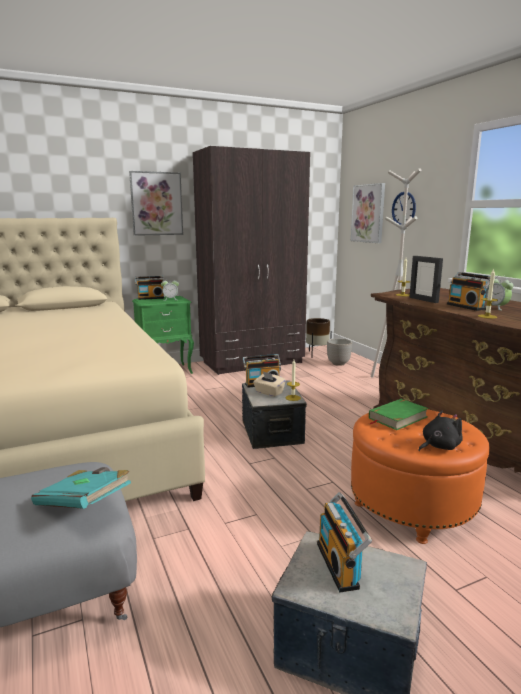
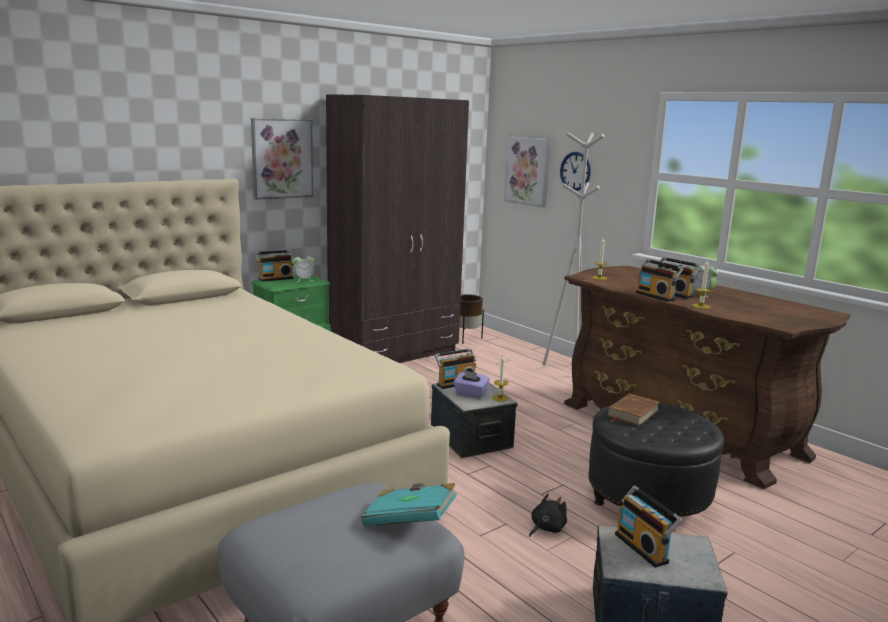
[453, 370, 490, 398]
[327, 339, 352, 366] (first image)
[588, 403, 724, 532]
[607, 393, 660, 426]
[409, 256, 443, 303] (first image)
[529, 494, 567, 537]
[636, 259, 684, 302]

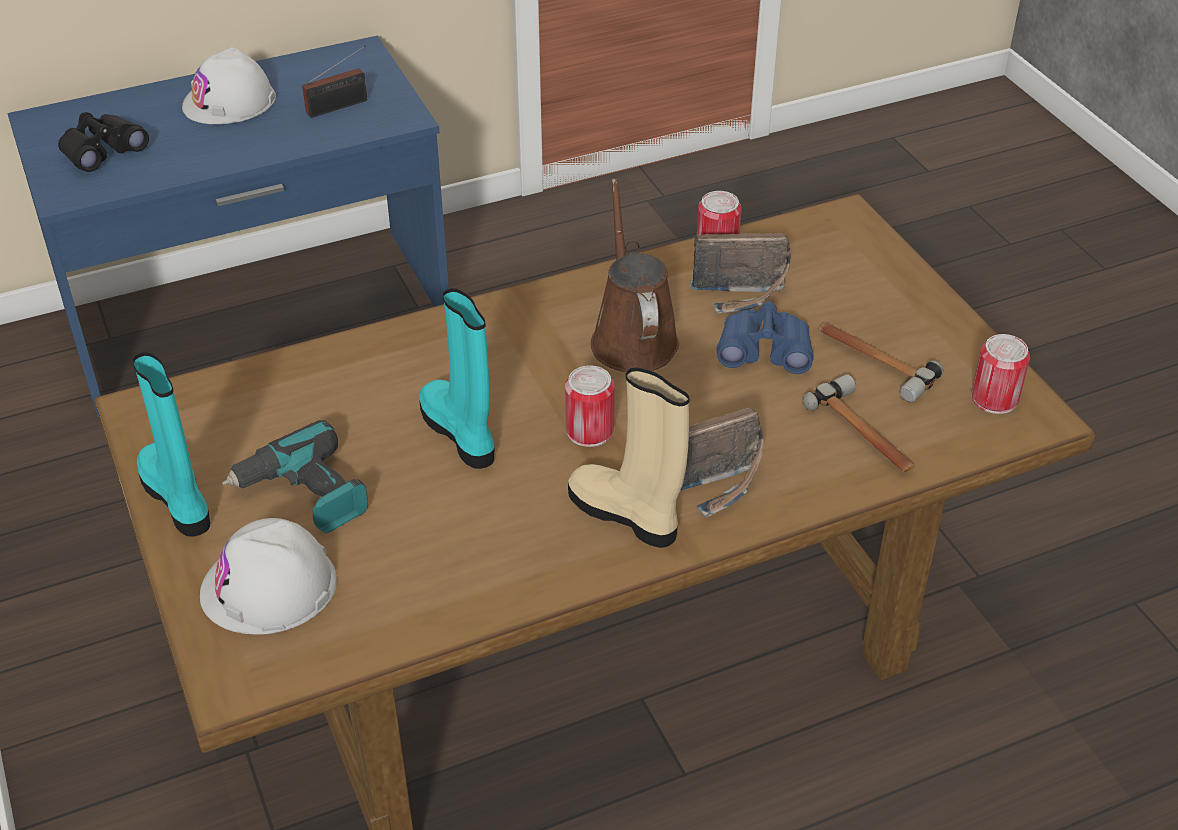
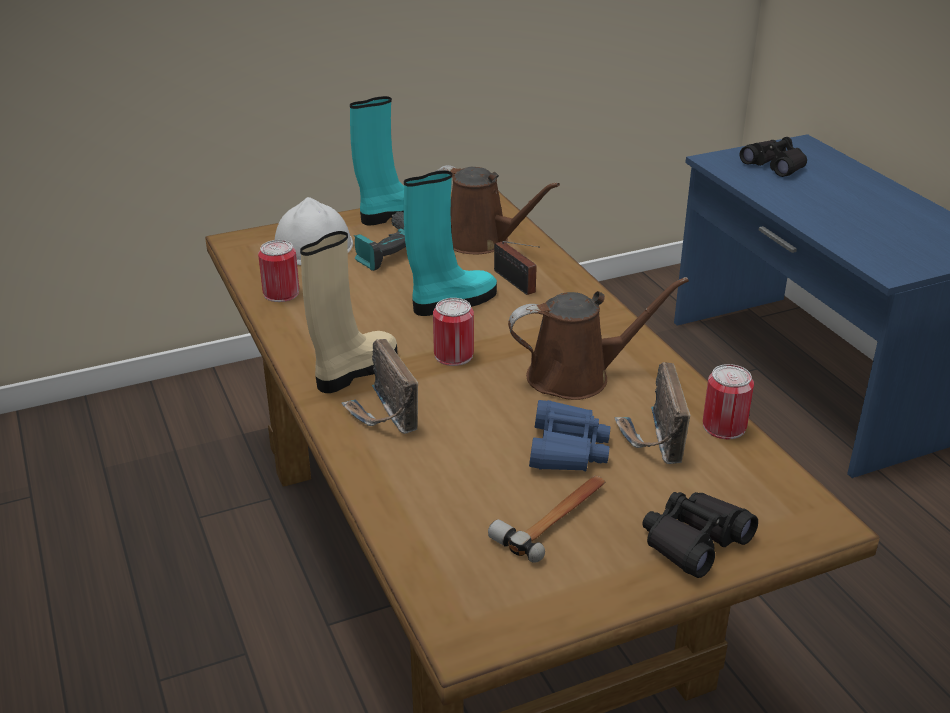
[182, 47, 276, 124] (first image)
[494, 241, 540, 295]
[802, 374, 915, 472] (first image)
[258, 240, 299, 302]
[434, 165, 560, 254]
[643, 492, 758, 578]

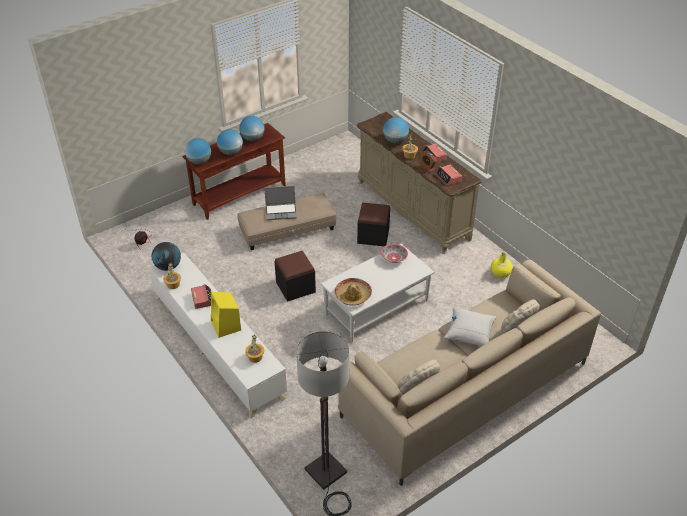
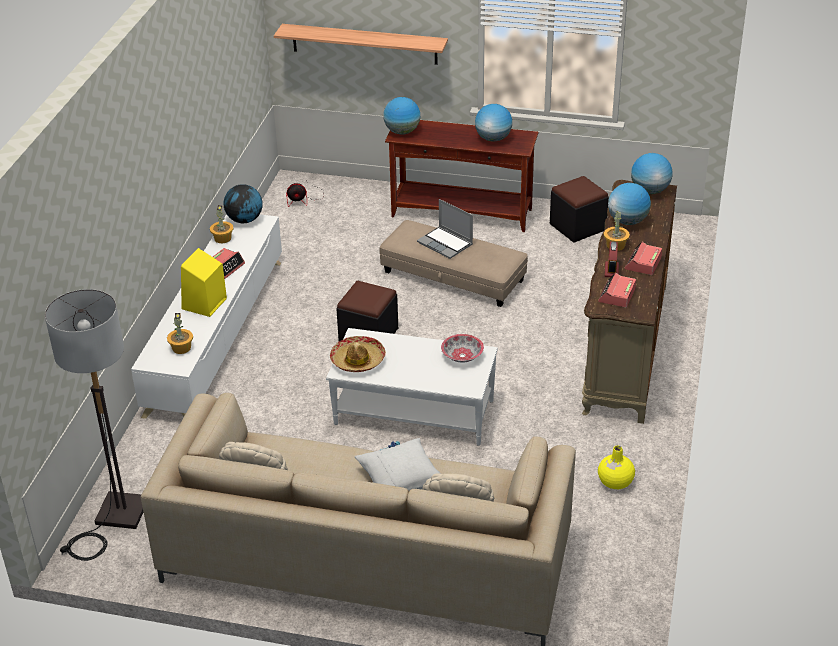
[631, 153, 673, 194]
[550, 176, 609, 243]
[274, 24, 448, 65]

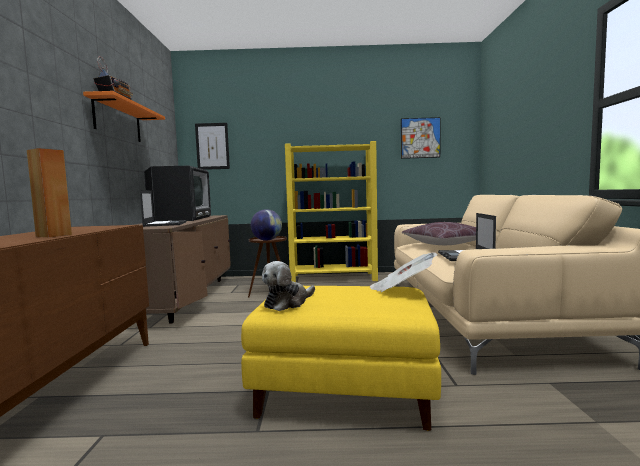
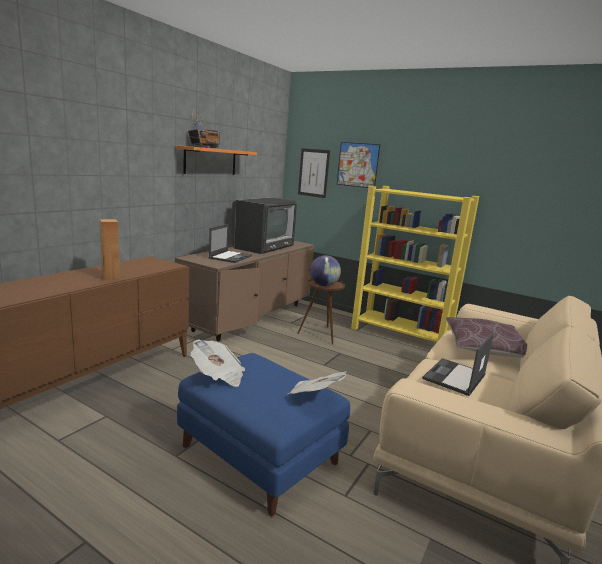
[177, 353, 350, 516]
[191, 339, 245, 387]
[337, 142, 380, 188]

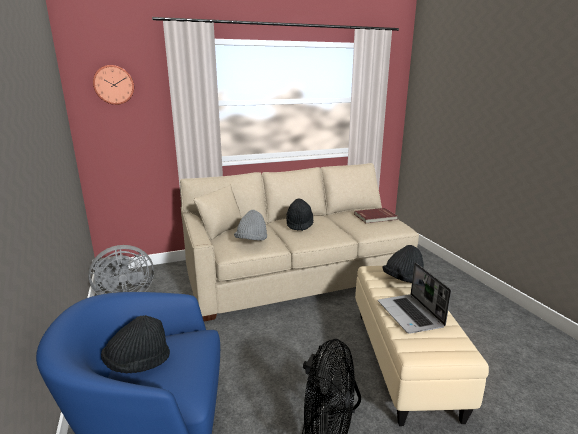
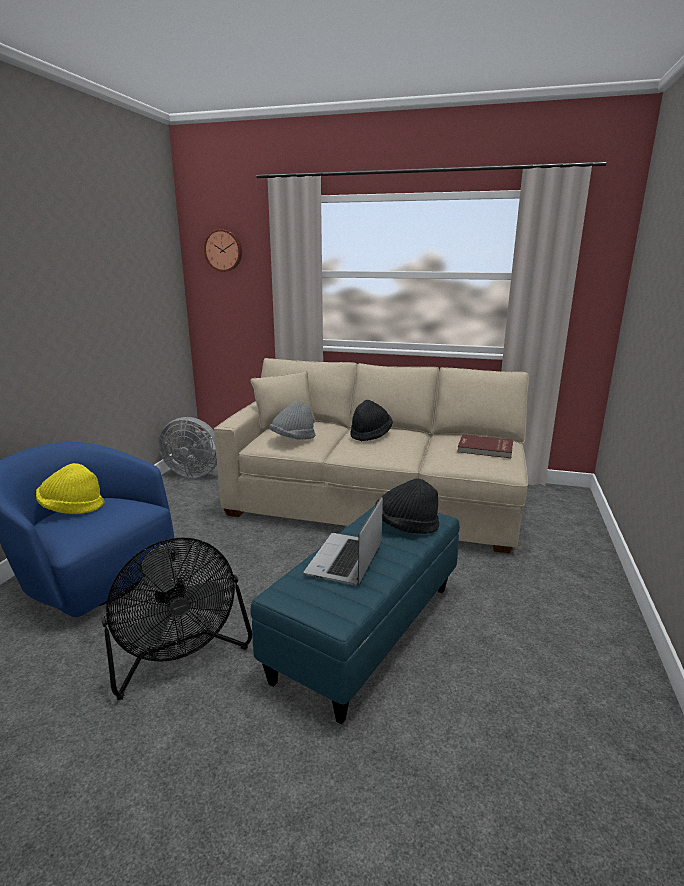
[36, 463, 105, 514]
[250, 506, 460, 725]

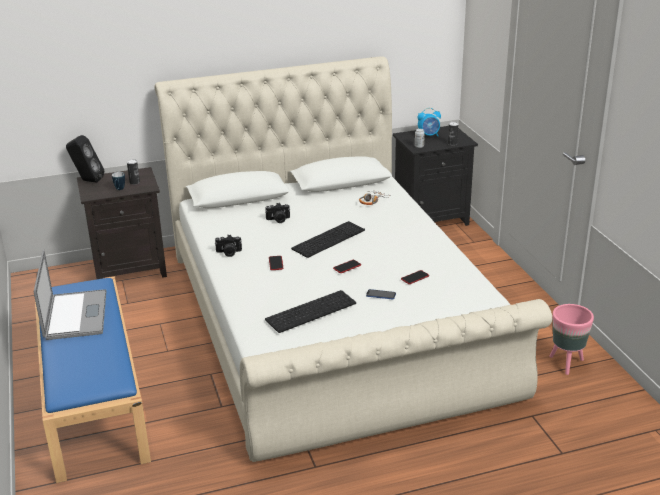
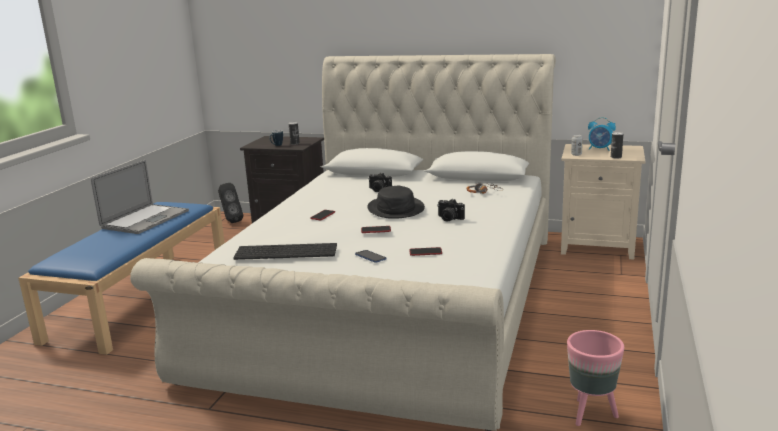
[218, 183, 243, 223]
[437, 199, 465, 222]
[367, 186, 425, 219]
[561, 144, 645, 260]

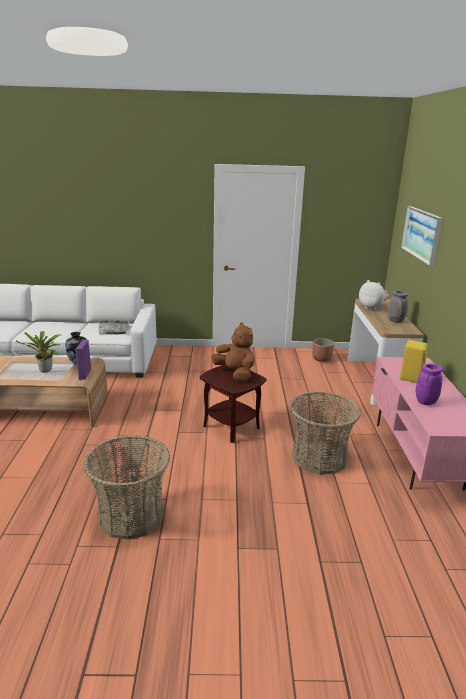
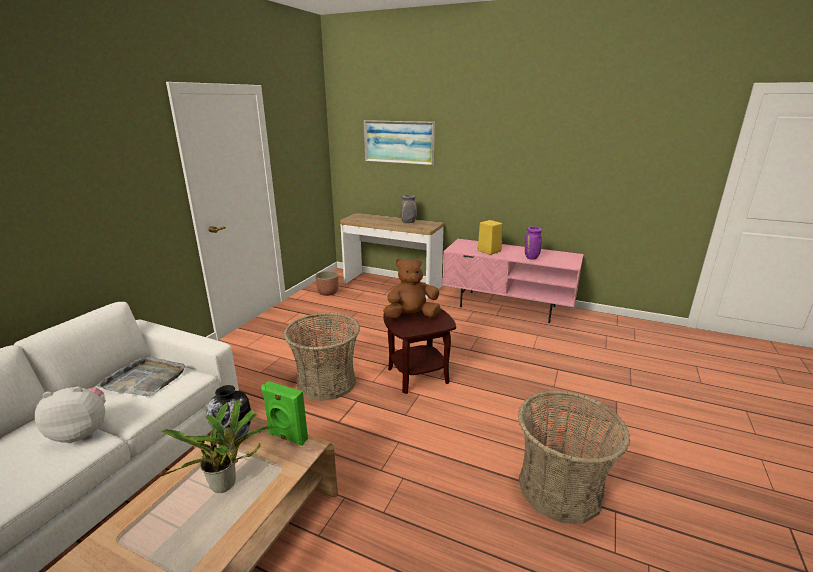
[261, 381, 308, 446]
[284, 312, 360, 401]
[35, 387, 106, 443]

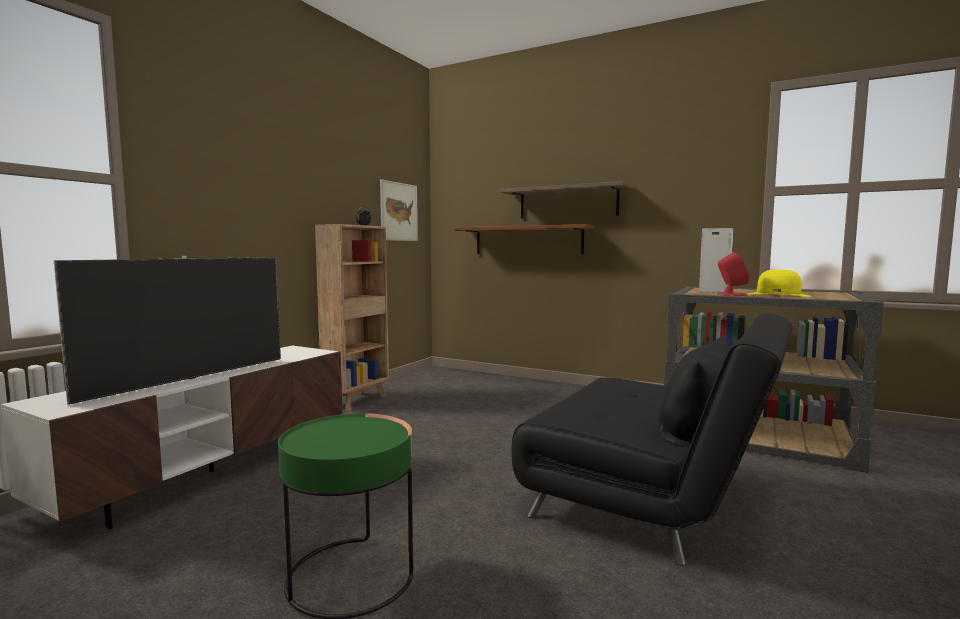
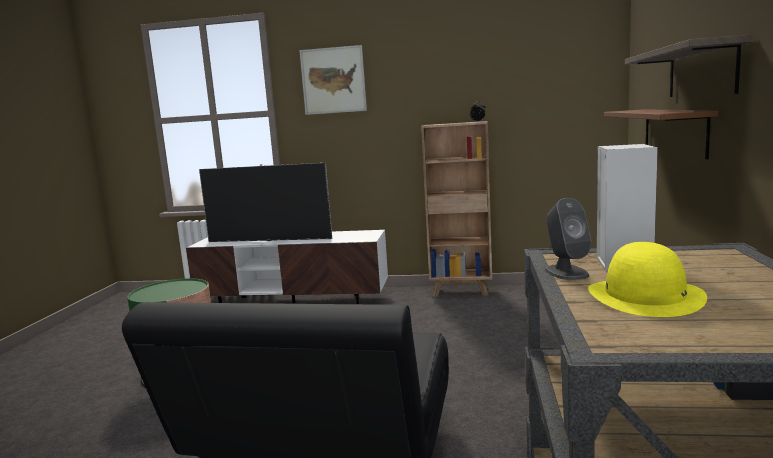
[299, 45, 367, 115]
[545, 198, 591, 280]

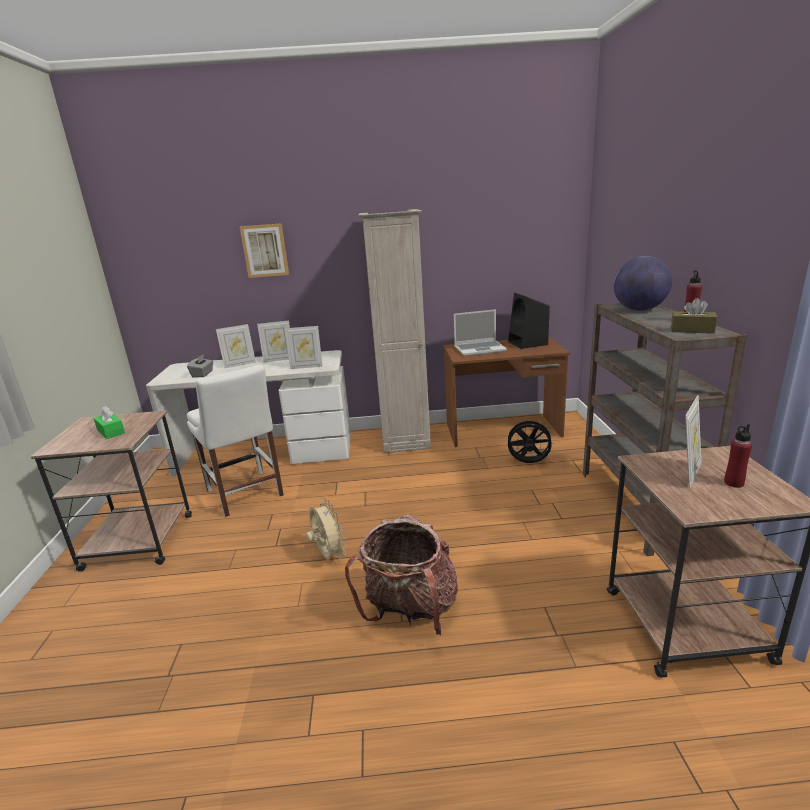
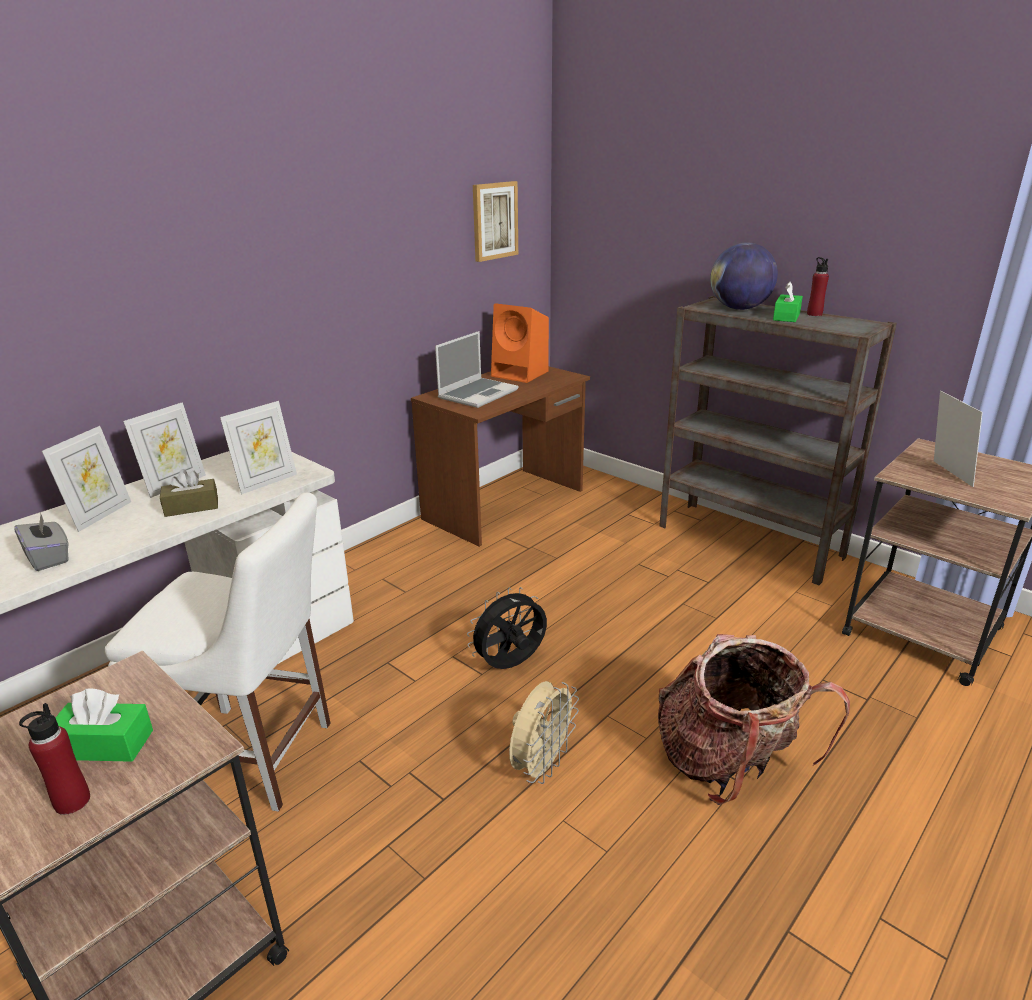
[473, 181, 518, 262]
[509, 681, 579, 784]
[359, 209, 431, 453] (first image)
[467, 587, 547, 669]
[491, 303, 549, 383]
[160, 469, 218, 517]
[19, 703, 90, 815]
[773, 282, 803, 322]

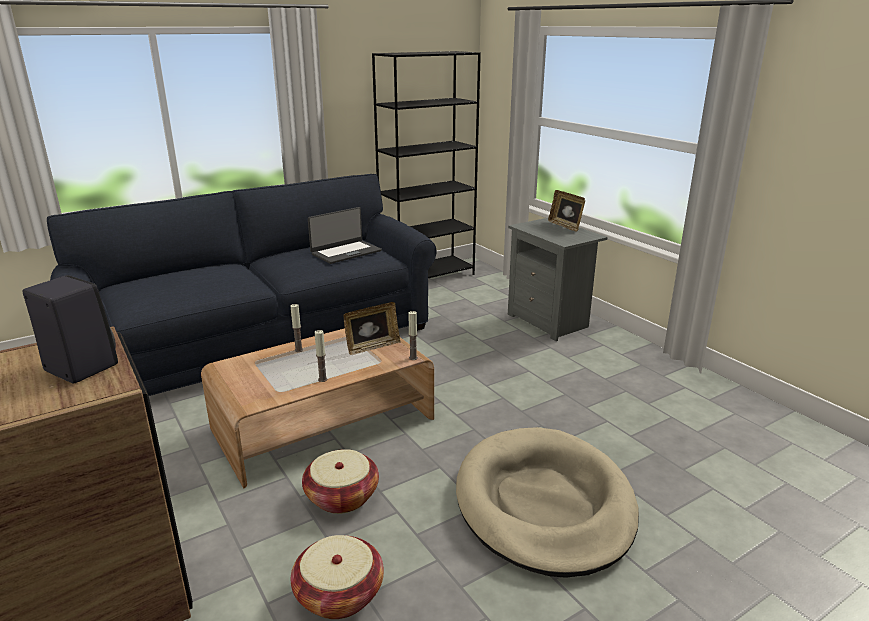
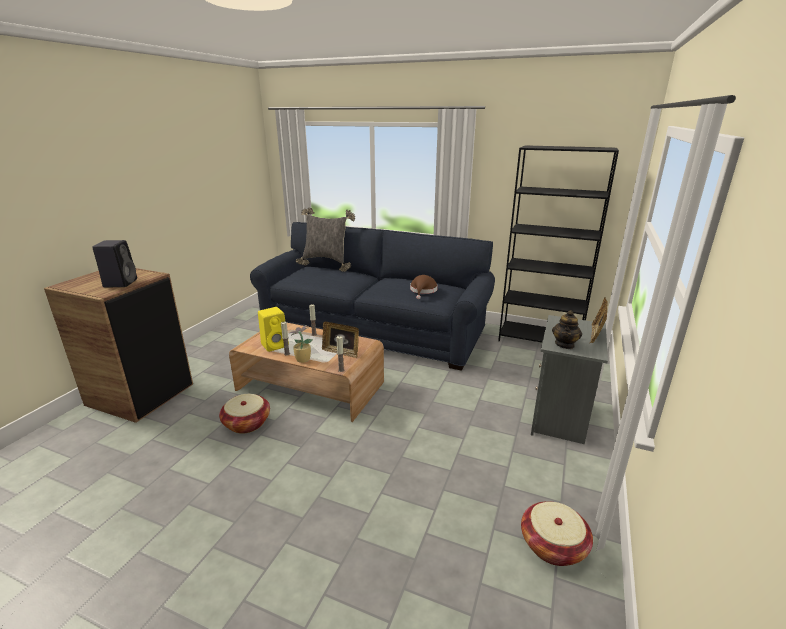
[521, 501, 593, 566]
[410, 275, 438, 299]
[456, 427, 639, 578] (first image)
[258, 307, 289, 352]
[289, 325, 313, 363]
[296, 207, 355, 272]
[552, 310, 582, 349]

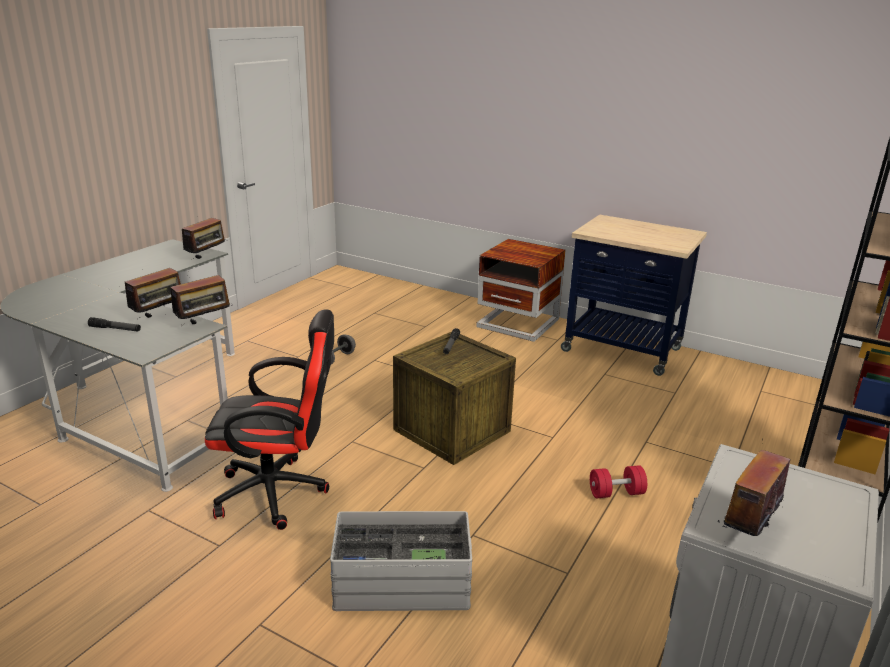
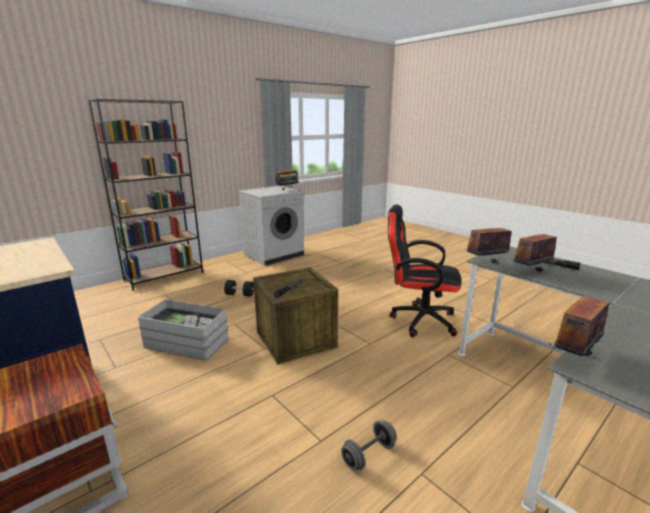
[138, 300, 229, 360]
[224, 280, 254, 297]

